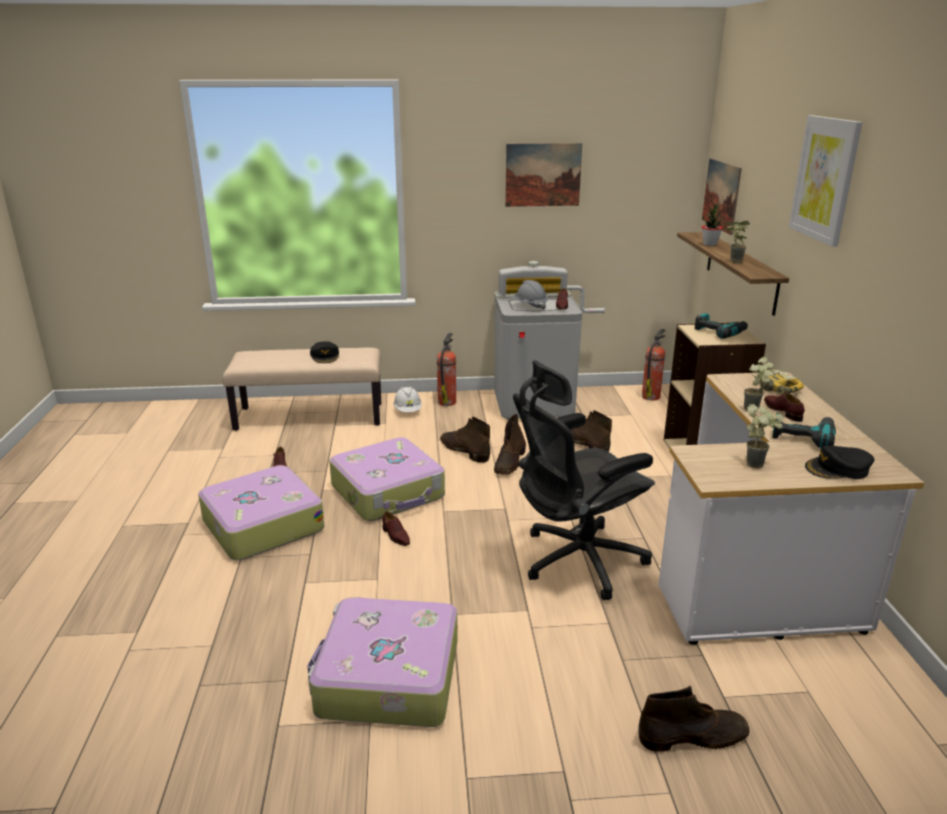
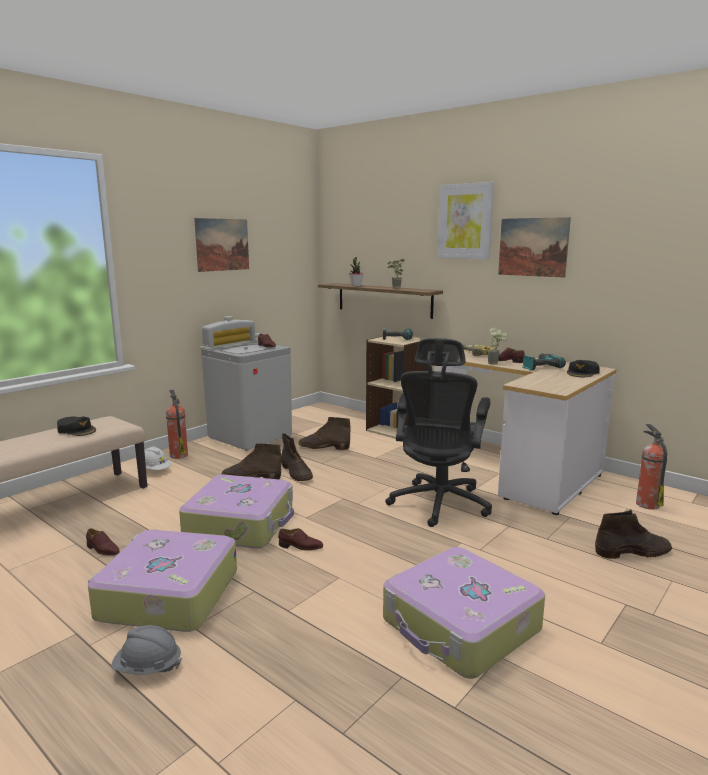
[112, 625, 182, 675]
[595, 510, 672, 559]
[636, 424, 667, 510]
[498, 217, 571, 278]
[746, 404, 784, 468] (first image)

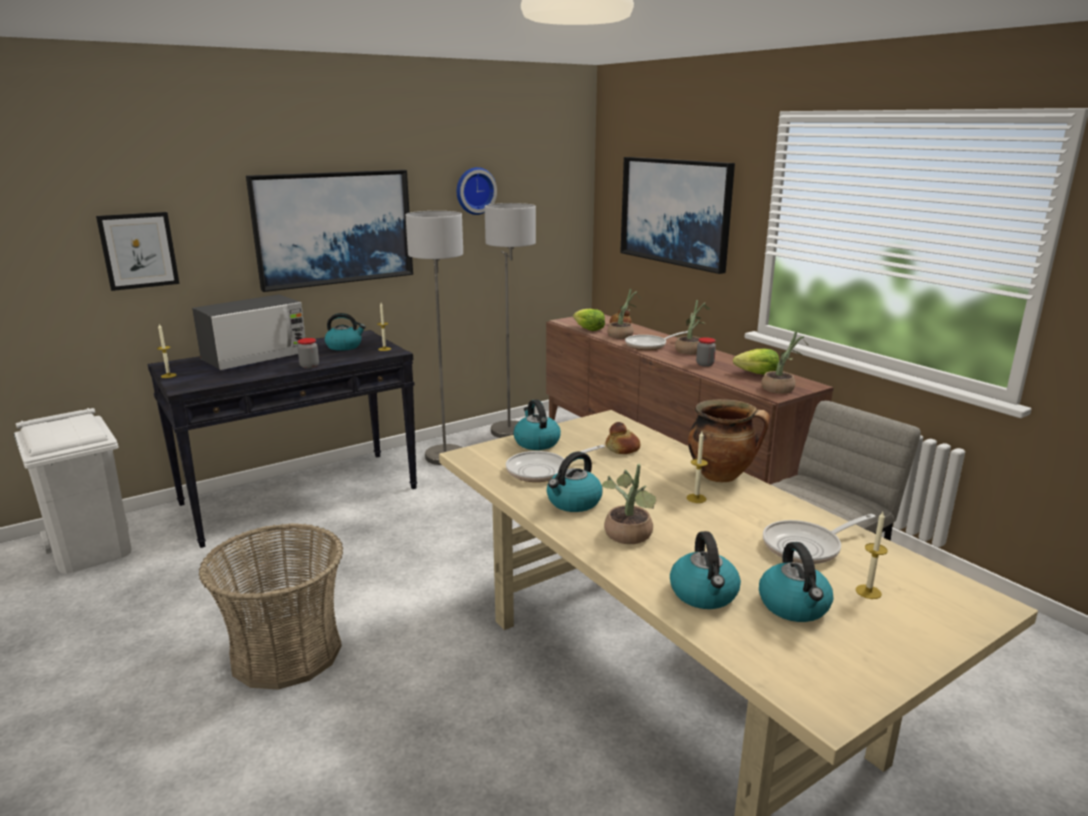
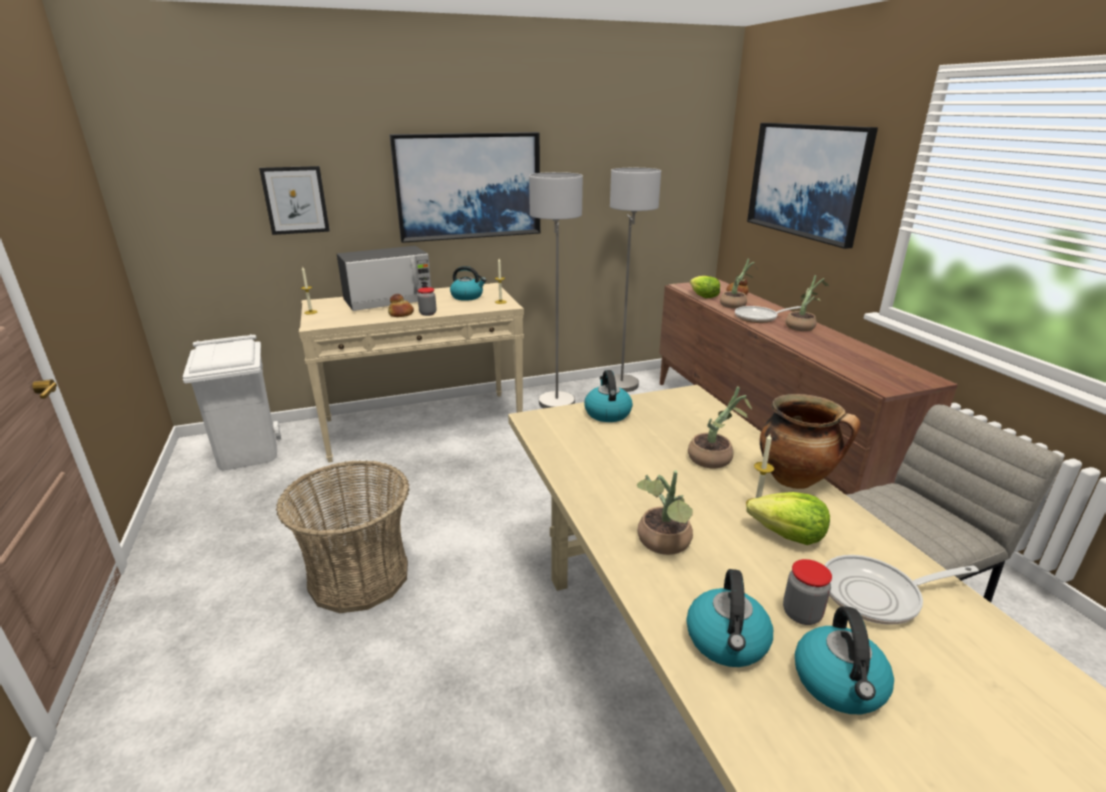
[299, 283, 524, 463]
[457, 167, 497, 215] (first image)
[506, 445, 605, 482] (first image)
[547, 451, 603, 512] (first image)
[388, 294, 414, 317]
[783, 559, 832, 625]
[746, 492, 830, 545]
[688, 387, 752, 469]
[856, 512, 888, 599] (first image)

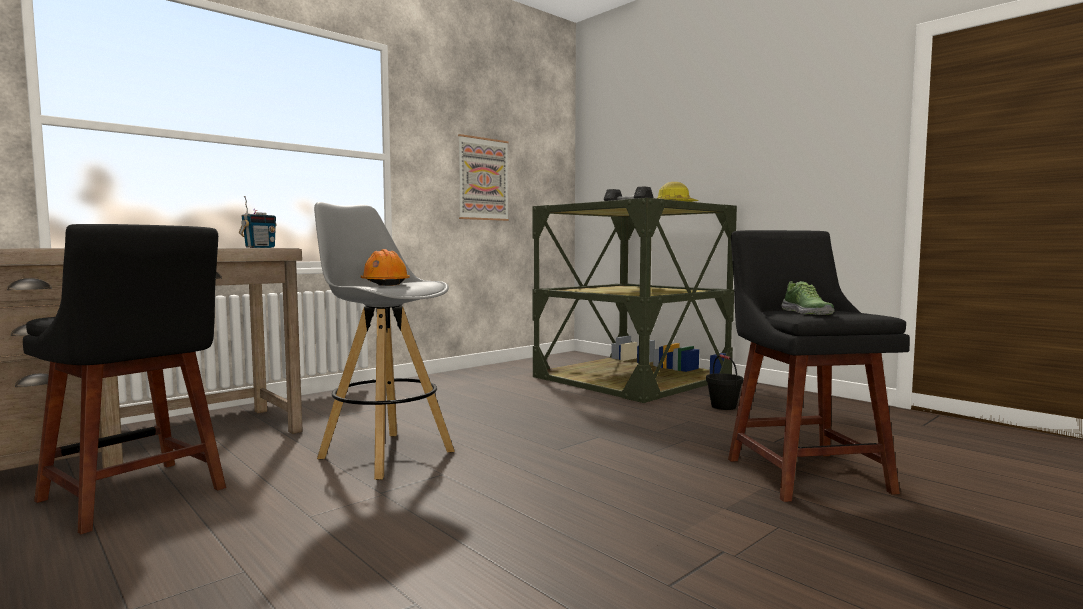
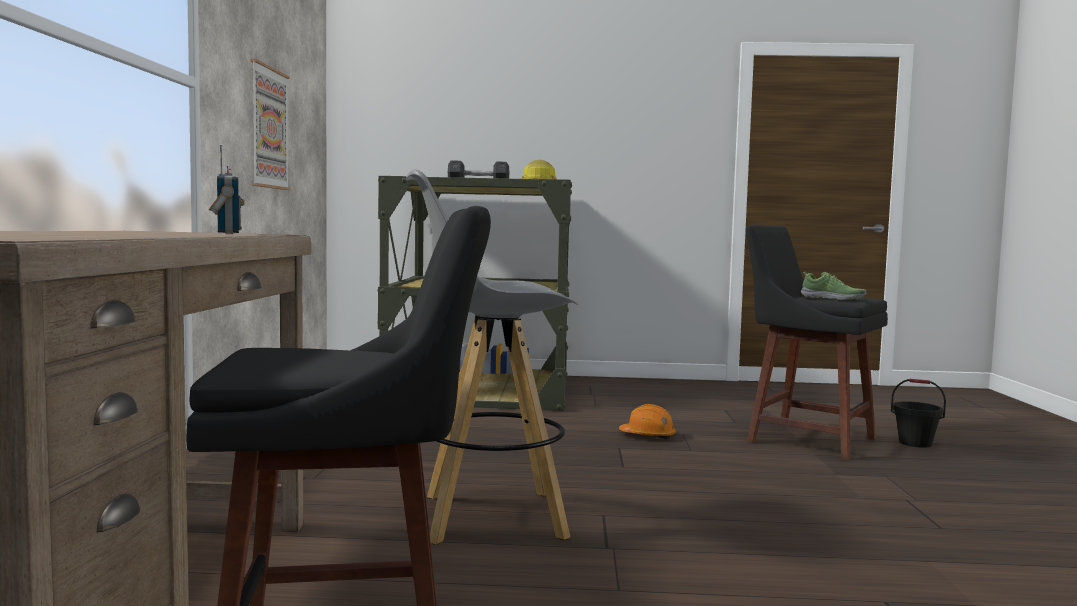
[619, 404, 676, 440]
[891, 379, 946, 448]

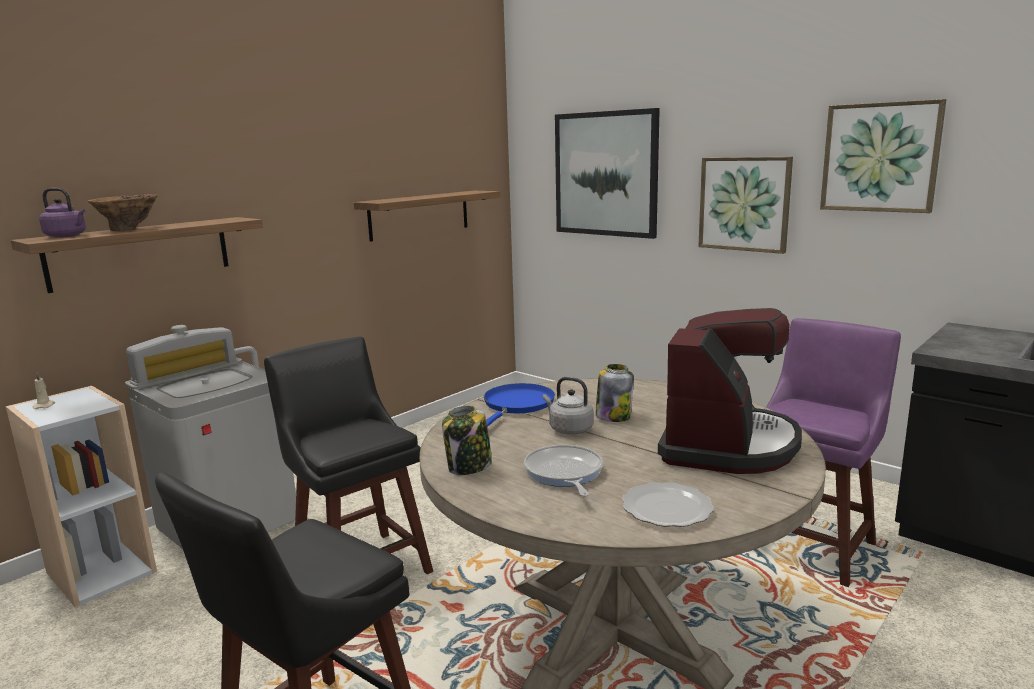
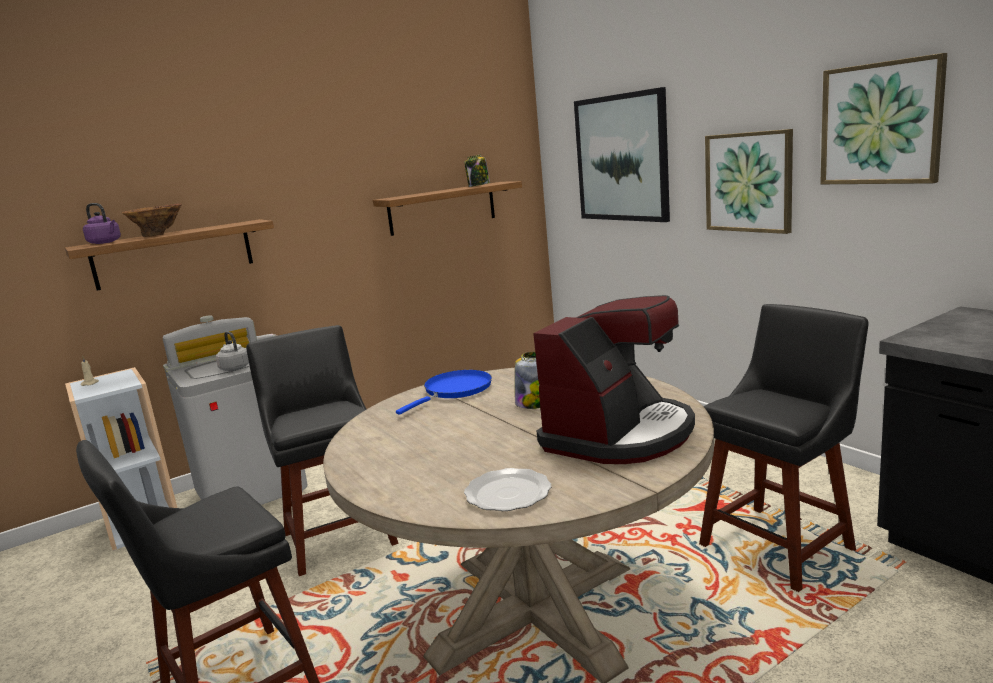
[464, 155, 490, 187]
[524, 445, 603, 497] (first image)
[216, 331, 249, 371]
[699, 304, 868, 592]

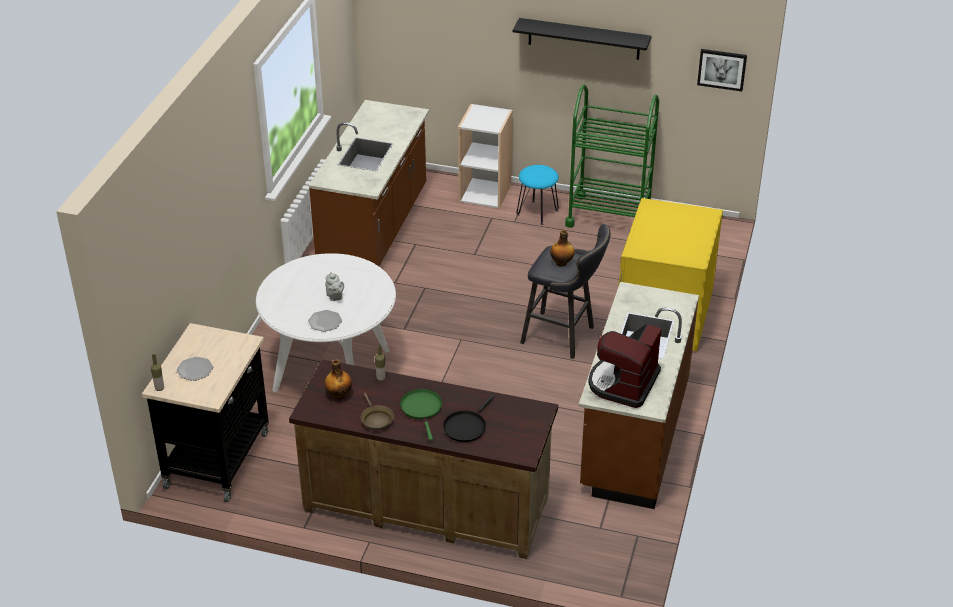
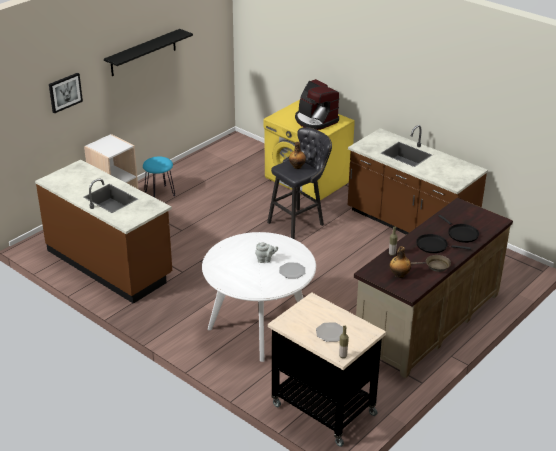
[416, 234, 471, 253]
[565, 84, 659, 228] (first image)
[295, 79, 339, 130]
[49, 73, 83, 114]

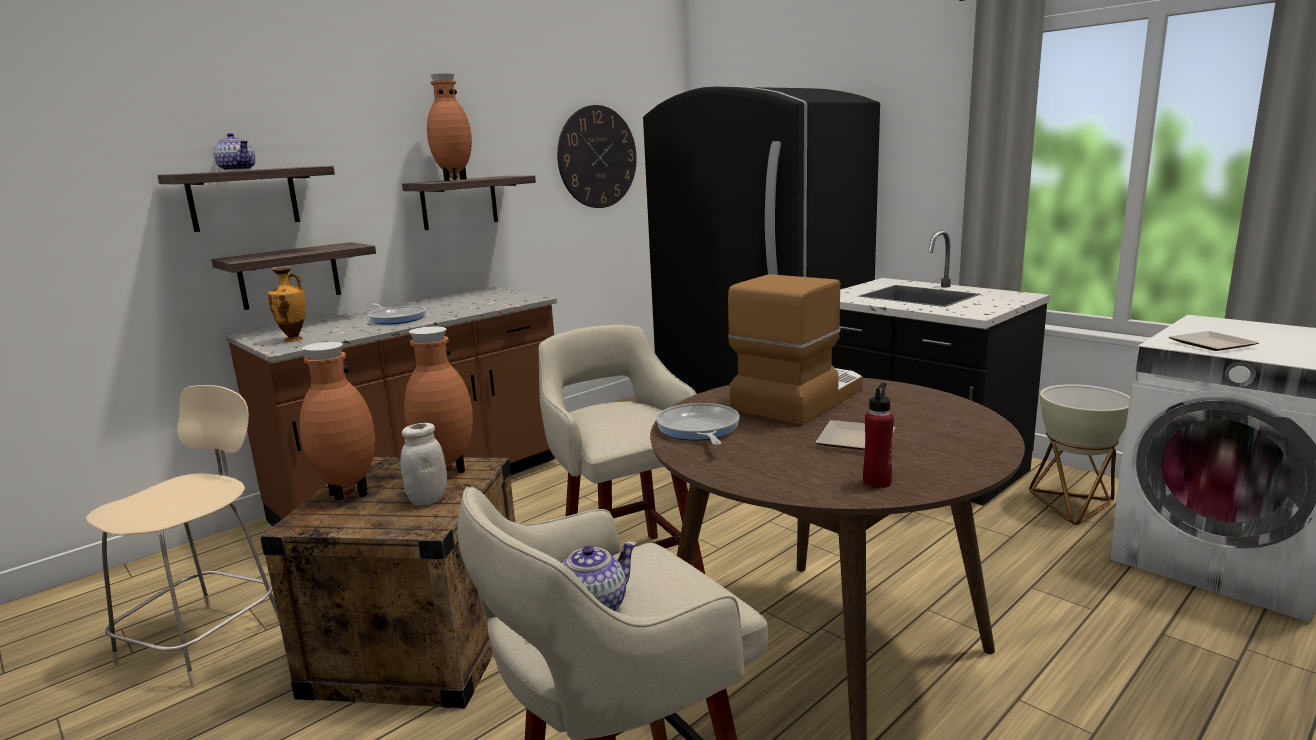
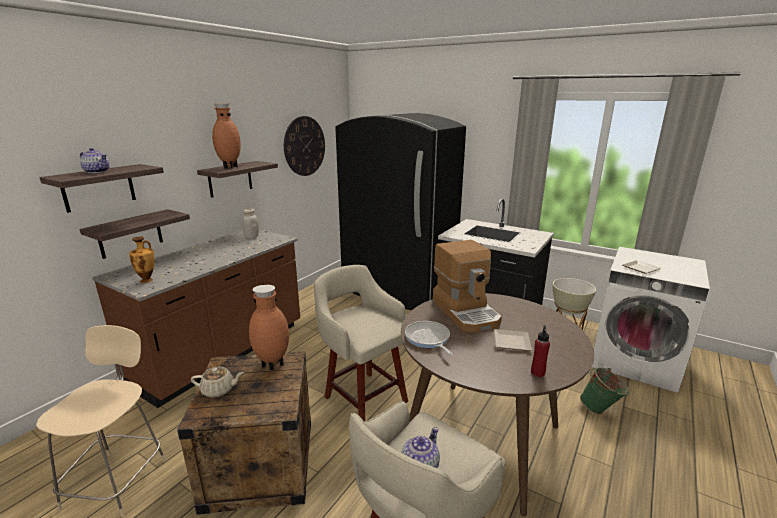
[191, 367, 244, 398]
[368, 303, 426, 325] (first image)
[242, 209, 259, 239]
[433, 240, 502, 333]
[580, 367, 629, 414]

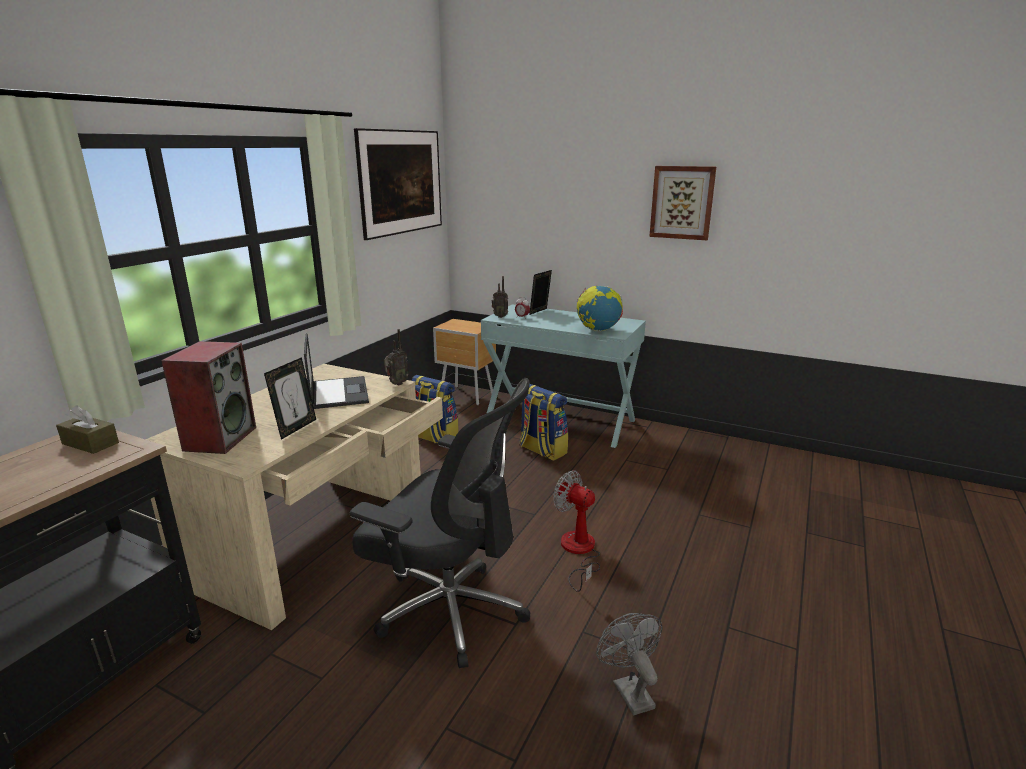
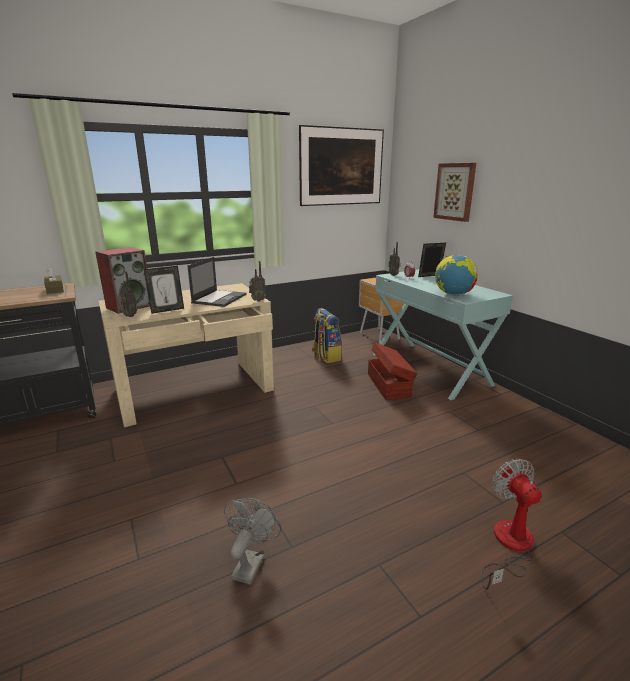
[350, 378, 530, 668] (first image)
[368, 343, 417, 400]
[481, 459, 542, 590]
[433, 163, 476, 222]
[117, 271, 137, 317]

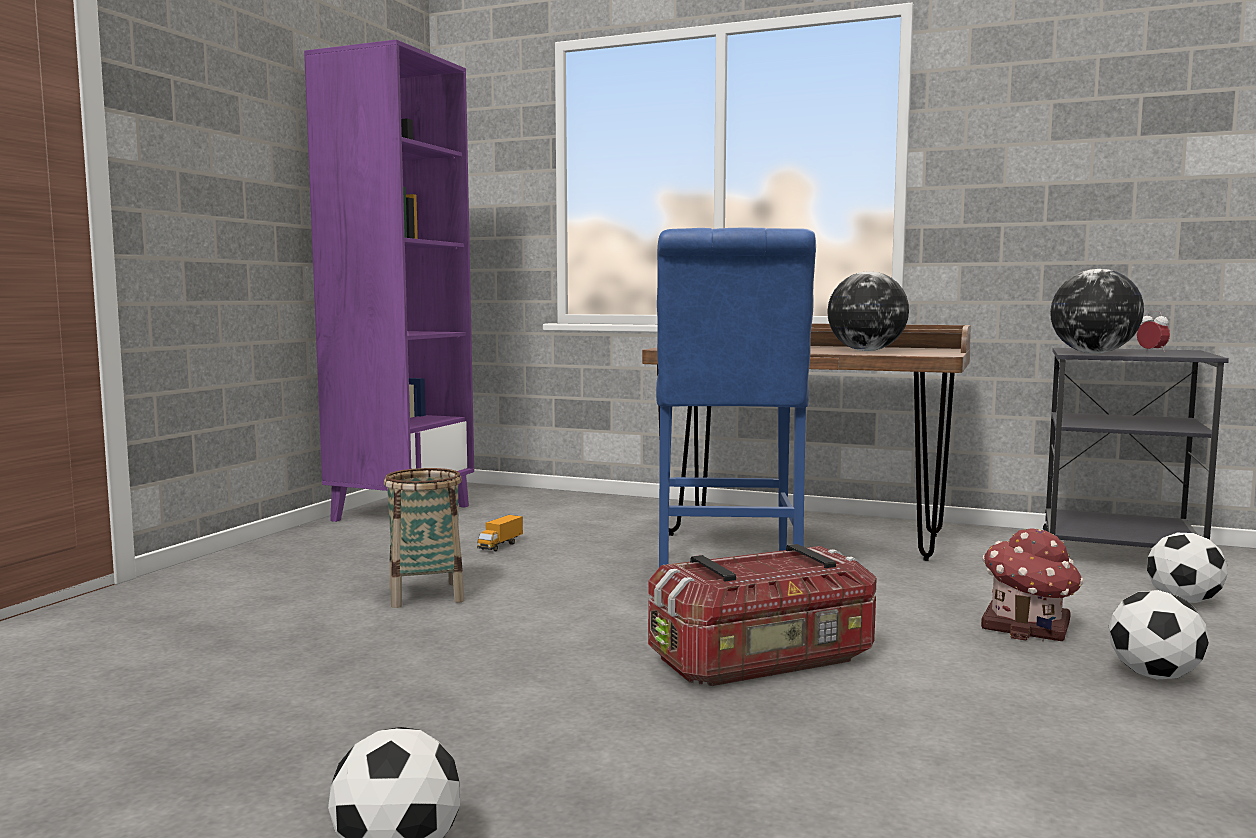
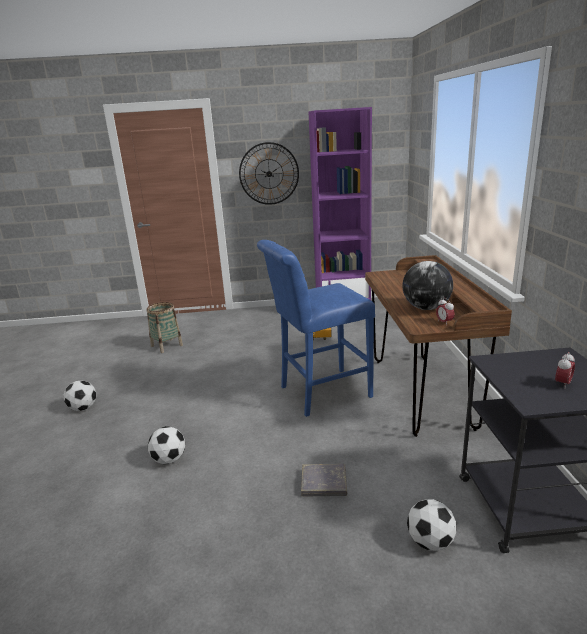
[147, 302, 183, 353]
[648, 544, 877, 686] (first image)
[301, 464, 347, 497]
[1050, 269, 1144, 353] (first image)
[148, 426, 185, 464]
[239, 142, 299, 205]
[436, 298, 455, 326]

